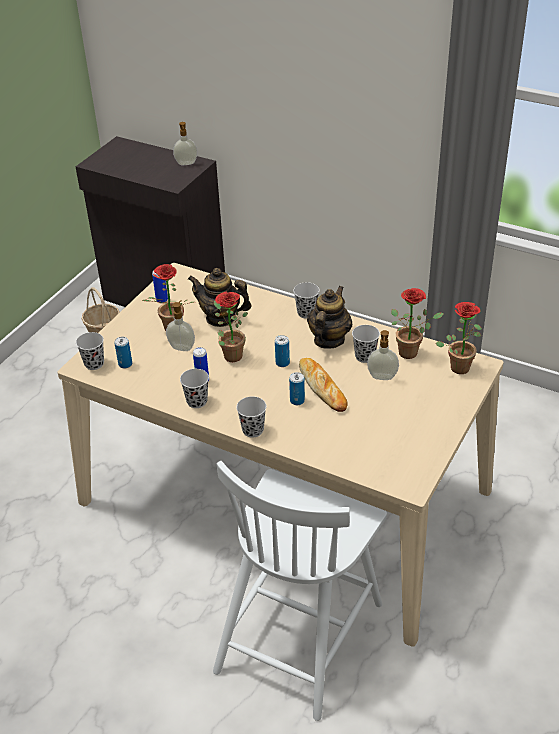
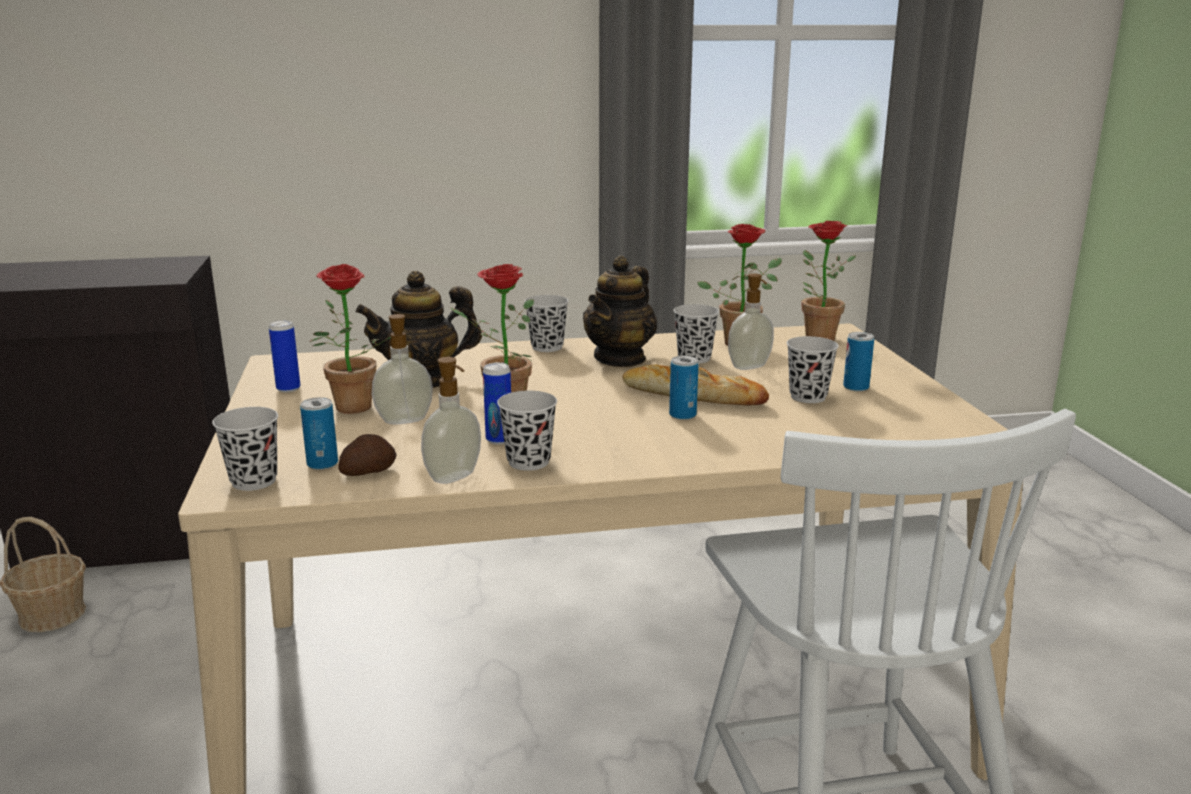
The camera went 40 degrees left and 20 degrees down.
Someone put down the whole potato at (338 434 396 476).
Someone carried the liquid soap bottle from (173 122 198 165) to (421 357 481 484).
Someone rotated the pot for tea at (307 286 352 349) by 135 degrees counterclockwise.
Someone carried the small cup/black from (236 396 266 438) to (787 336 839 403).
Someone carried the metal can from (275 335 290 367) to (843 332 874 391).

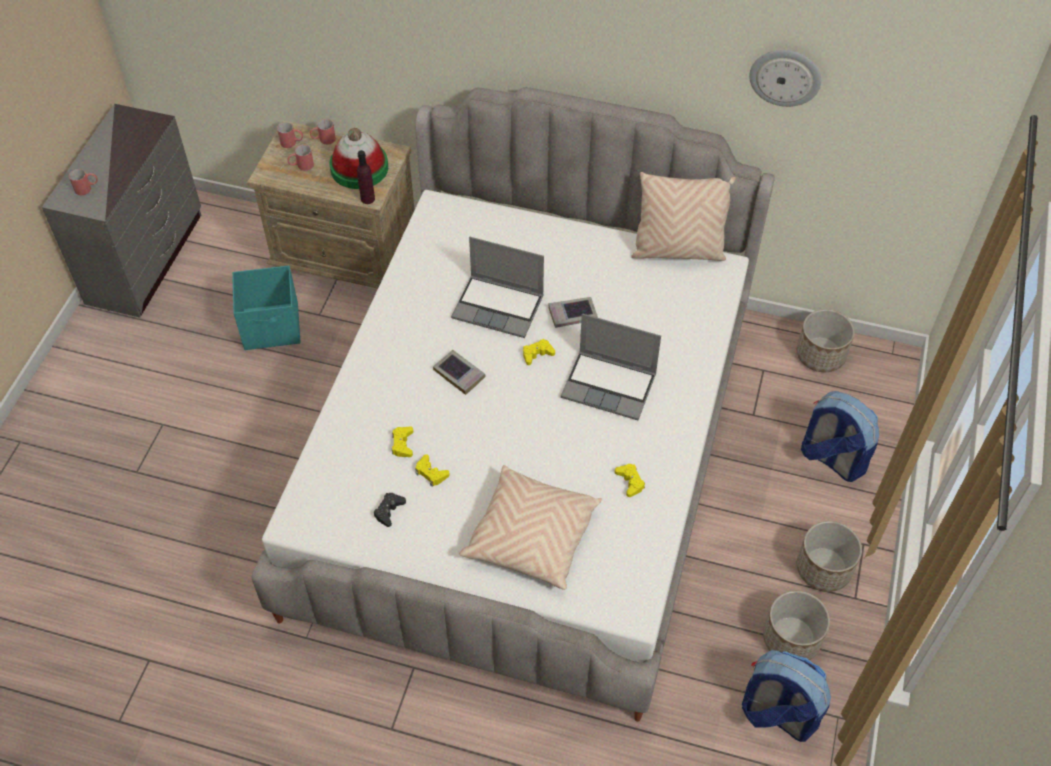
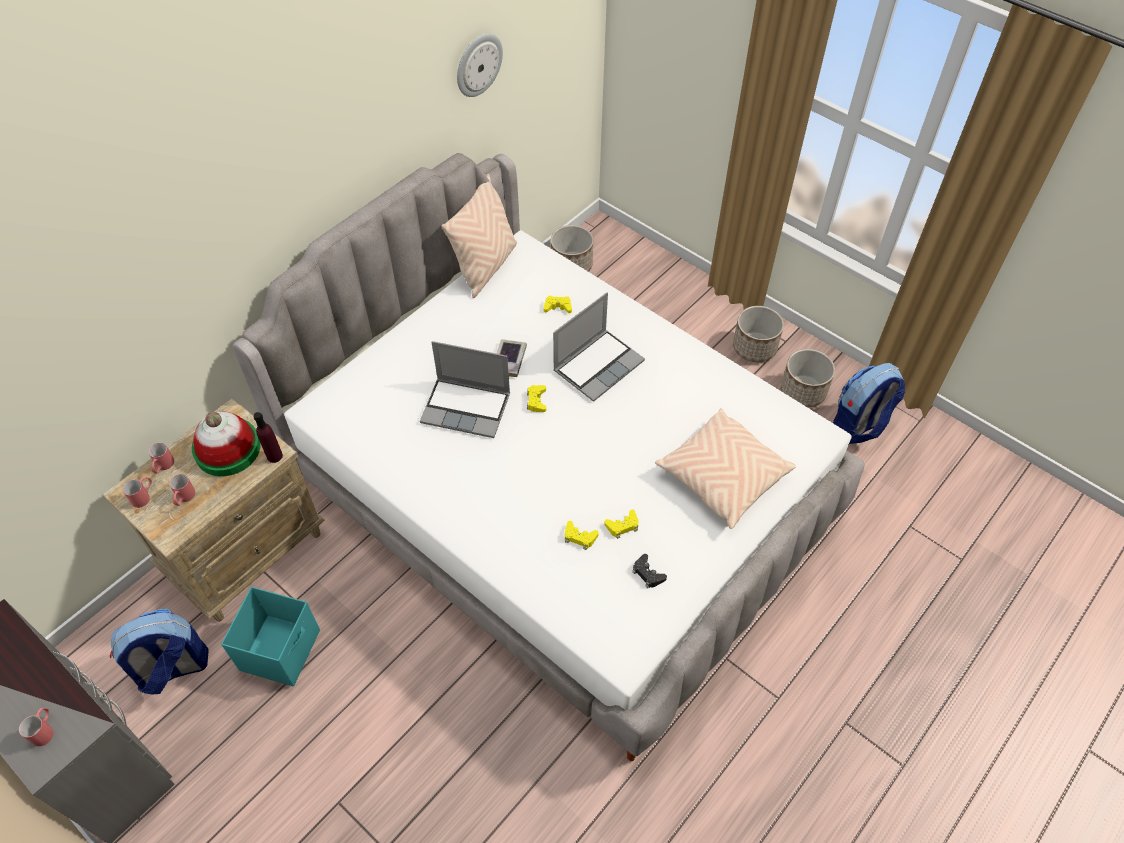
The camera went 65 degrees left and 0 degrees up.
Someone carried the rucksack from (801 391 879 482) to (110 609 209 694).
Someone rotated the portable computer at (451 237 544 338) by 60 degrees clockwise.
Someone carried the gamepad/yellow-coloured from (615 464 645 497) to (543 296 572 313).
Someone took away the book at (433 350 486 395).

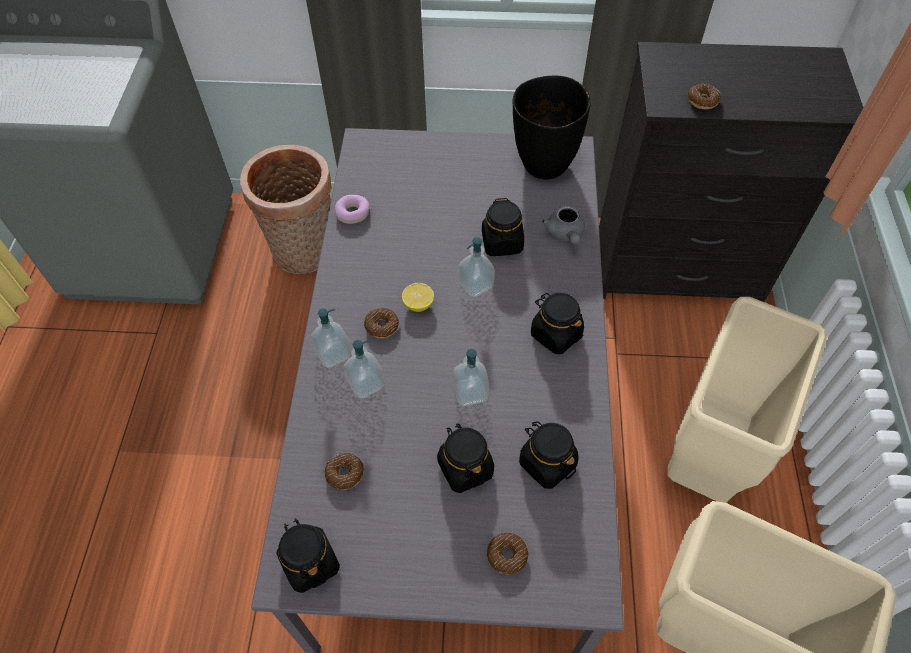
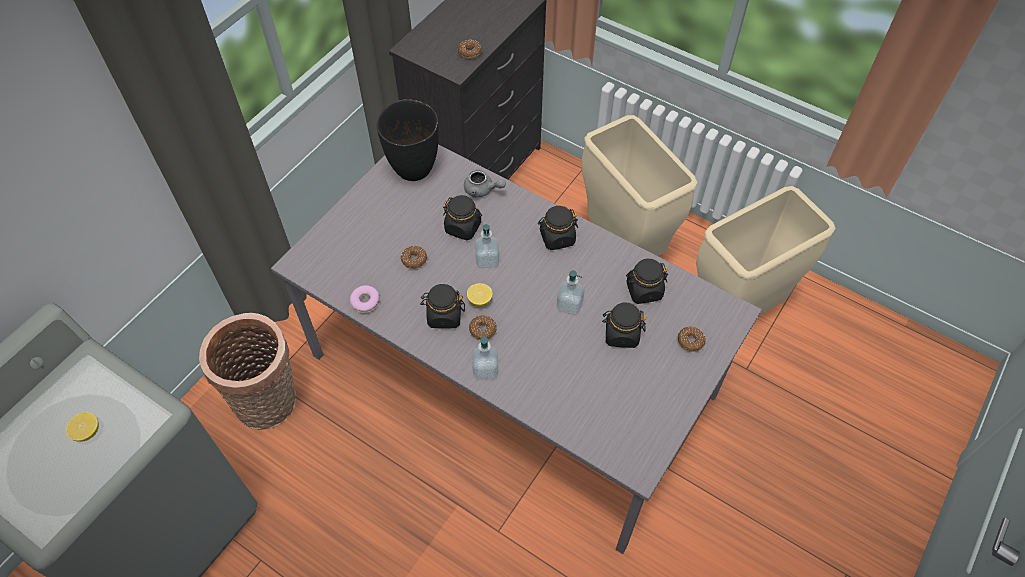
The camera went 60 degrees left and 0 degrees up.
Someone put down the lemon at (66 412 99 442).
Someone carried the doughnut from (324 453 364 490) to (401 246 427 269).
Someone carried the storage jar/black from (277 518 340 593) to (420 284 465 329).
Someone took away the liquid soap bottle at (344 340 384 398).

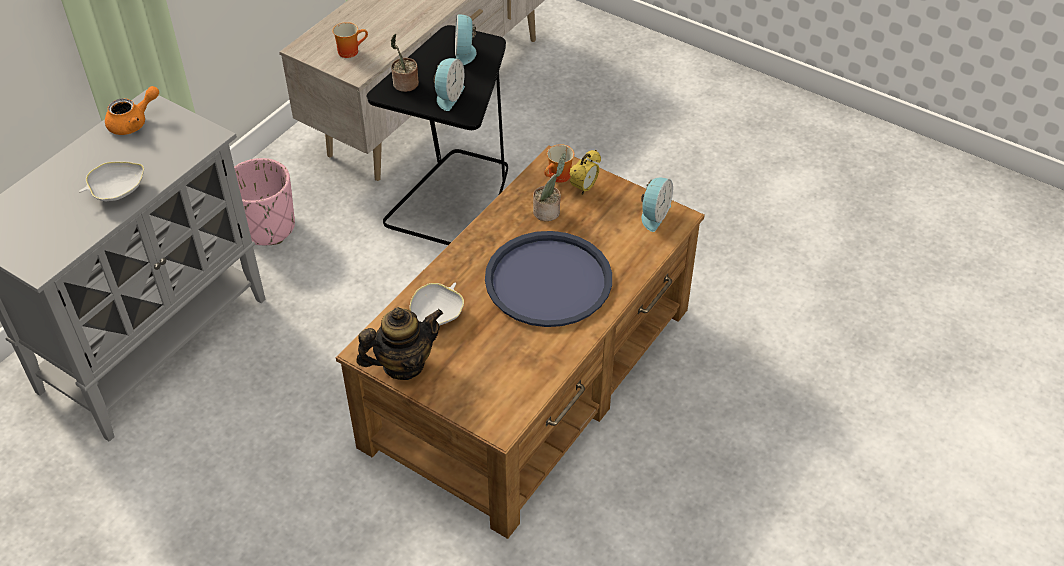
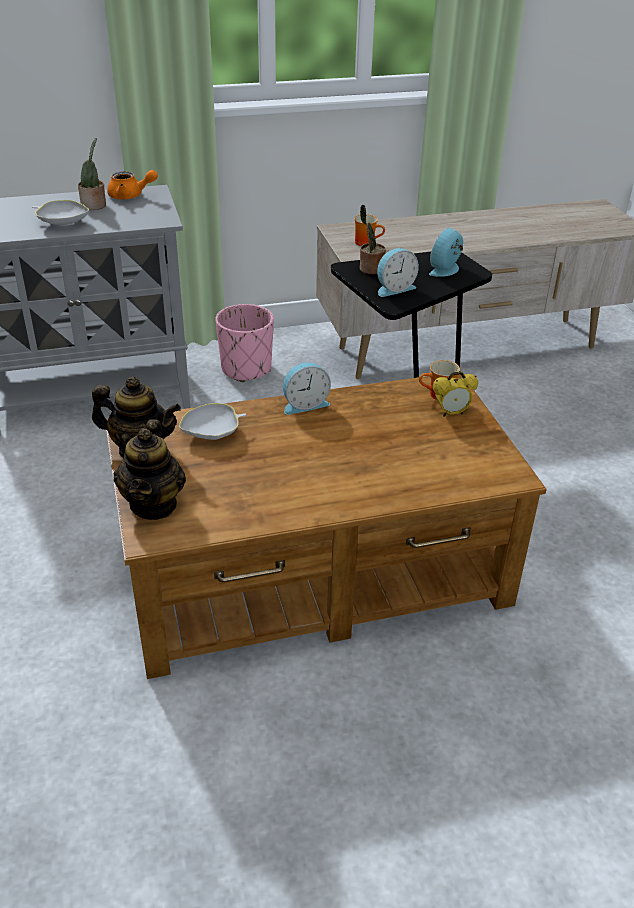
The camera went 40 degrees right and 10 degrees down.
Someone carried the plant in a pot from (533 153 566 221) to (78 138 106 210).
Someone put down the pot for tea at (114 419 186 520).
Someone carried the alarm clock from (641 178 673 232) to (283 362 331 415).
Someone took away the tray/blue at (485 231 612 327).

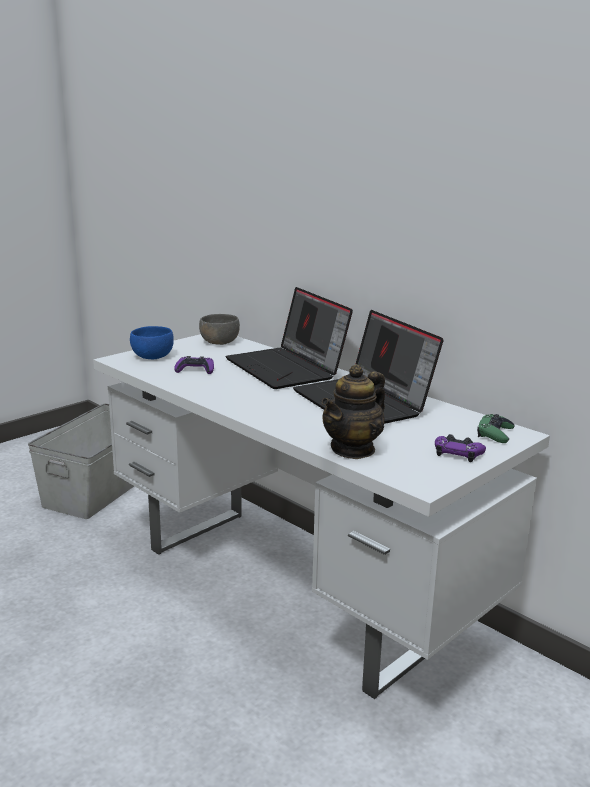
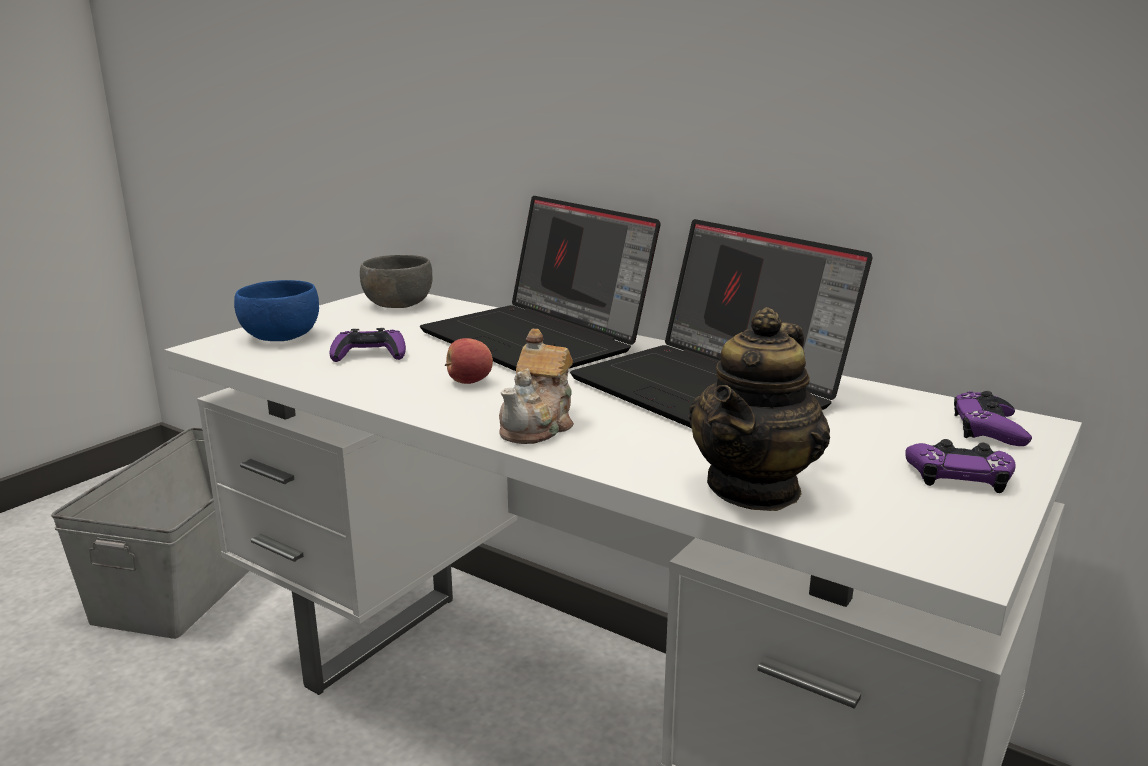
The camera went 10 degrees left and 0 degrees up.
Someone put down the whole apple at (445 338 493 384).
Someone put down the pot for tea at (499 329 574 444).
Someone repainted the gamepad/green-coloured at (477 414 514 443), which became the gamepad/purple-coloured at (954 391 1032 446).

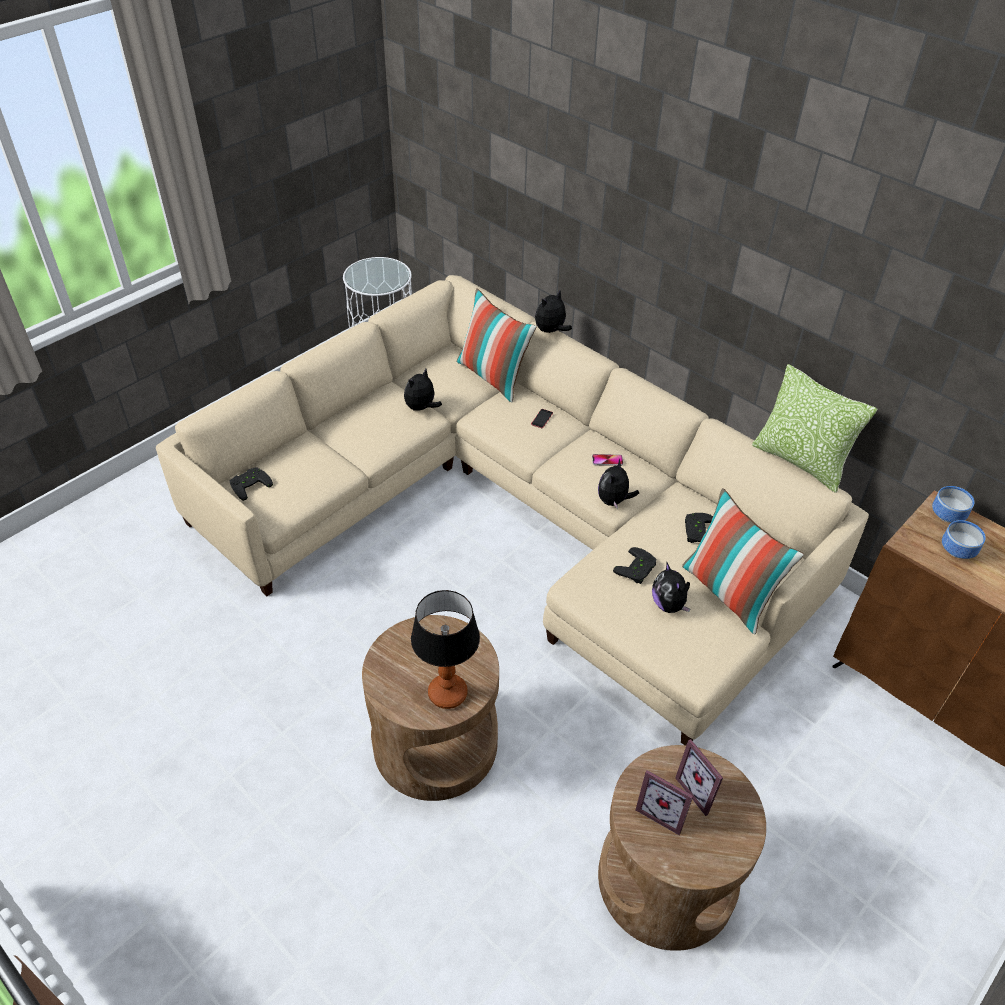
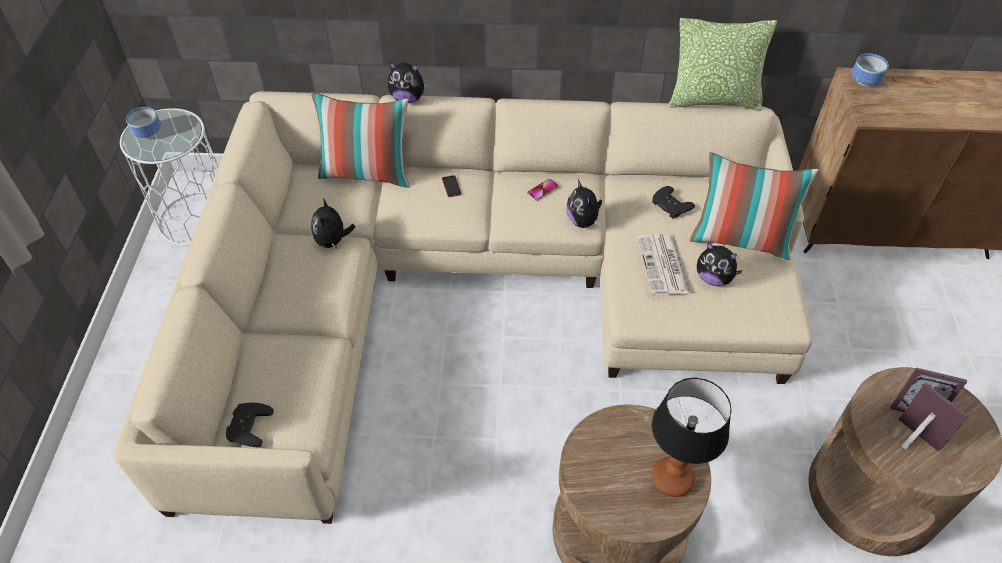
The camera went 40 degrees left and 5 degrees up.
Someone carried the serving bowl from (942 520 986 559) to (126 107 161 138).
Someone rotated the plush toy at (535 290 572 333) by 90 degrees counterclockwise.
Someone swapped the gamepad/black at (613 547 657 584) for the printed paper at (637 234 691 295).
Someone rotated the standing frame at (636 770 693 835) by 120 degrees counterclockwise.

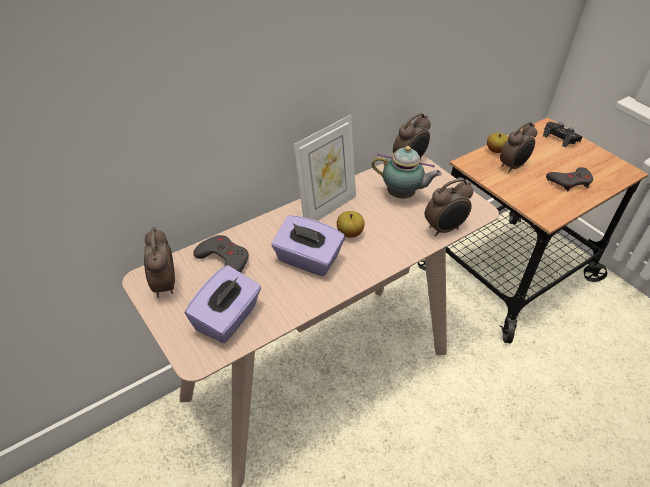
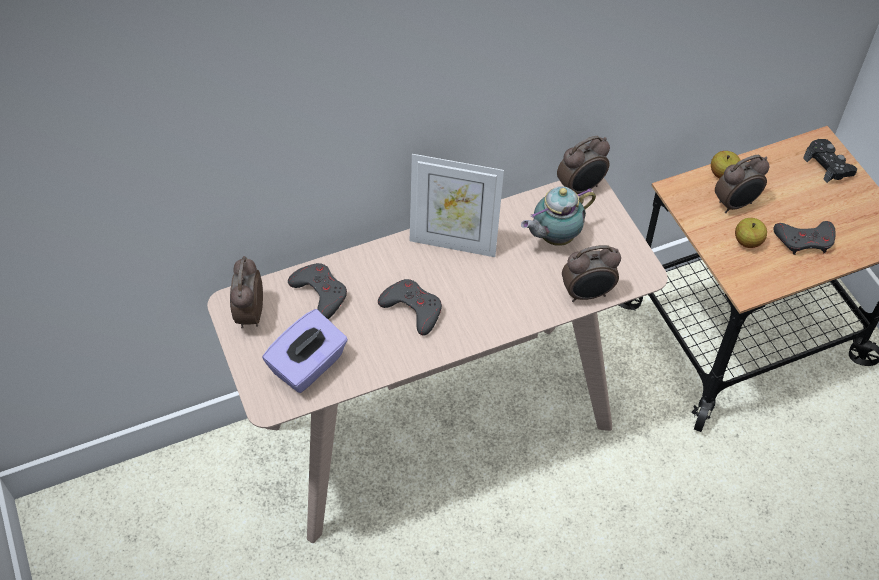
The camera went 15 degrees right and 10 degrees up.
Someone swapped the tissue box/purple-coloured at (271 215 345 276) for the gamepad/greyish at (378 279 442 336).
Someone rotated the standing frame at (294 115 356 221) by 45 degrees clockwise.
Someone rotated the pot for tea at (371 146 442 199) by 120 degrees clockwise.
Someone carried the whole apple from (337 211 365 238) to (735 218 767 248).

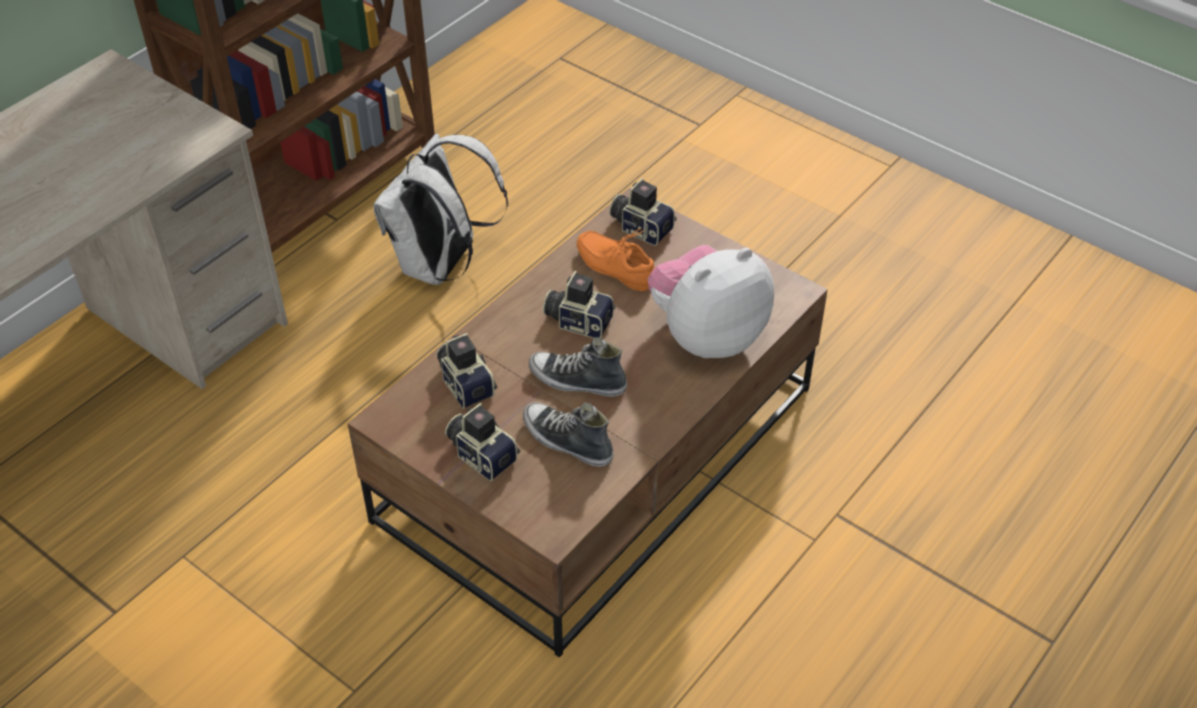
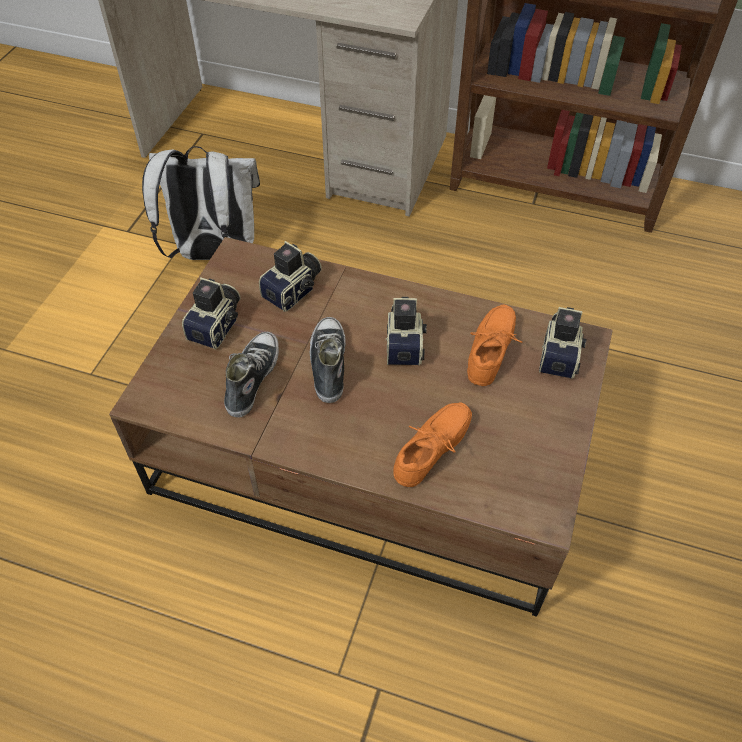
The camera went 70 degrees right and 5 degrees up.
Someone carried the rucksack/white from (373 133 508 285) to (142 146 260 260).
Someone swapped the plush toy at (647 245 774 358) for the low shoe/orange at (393 402 472 487).

